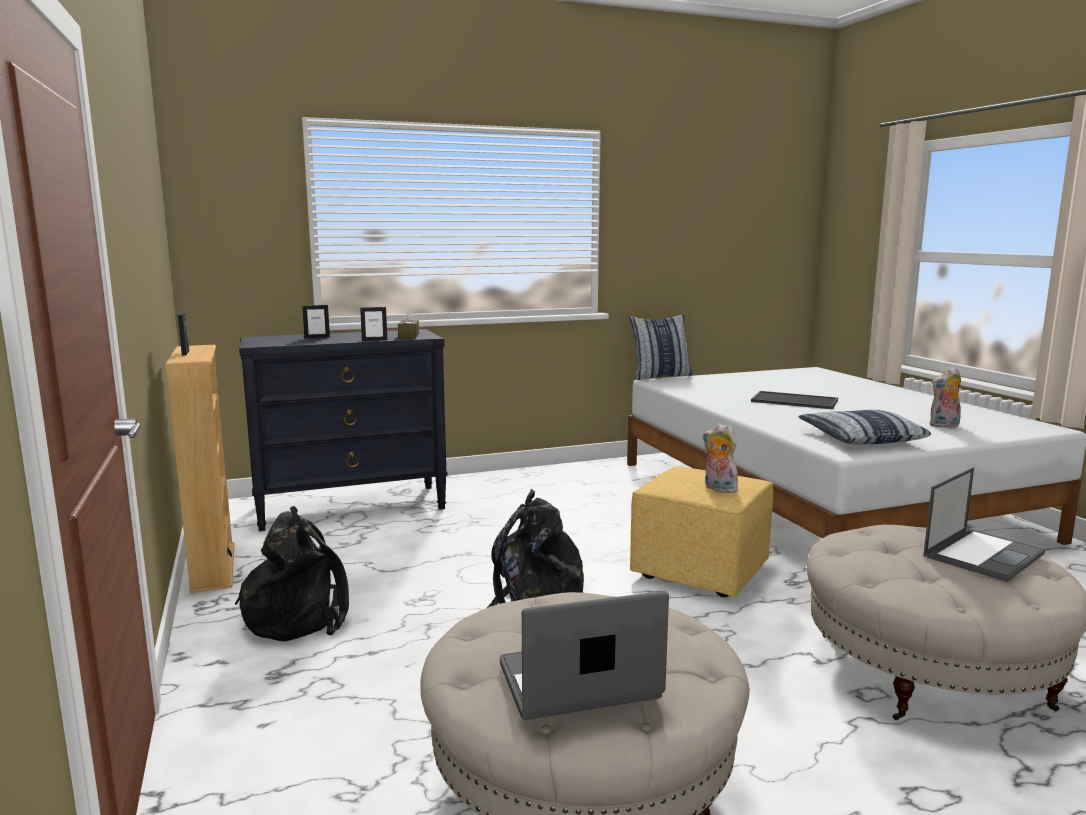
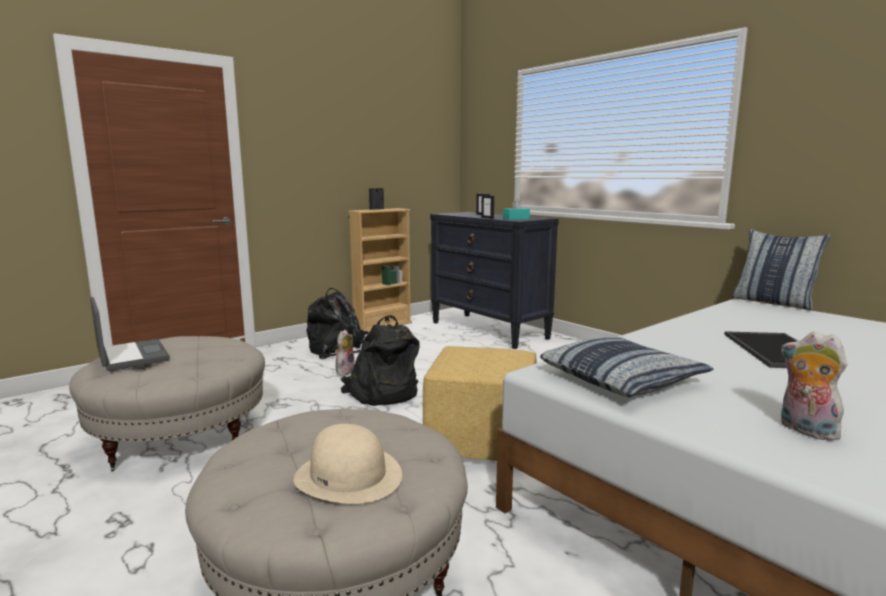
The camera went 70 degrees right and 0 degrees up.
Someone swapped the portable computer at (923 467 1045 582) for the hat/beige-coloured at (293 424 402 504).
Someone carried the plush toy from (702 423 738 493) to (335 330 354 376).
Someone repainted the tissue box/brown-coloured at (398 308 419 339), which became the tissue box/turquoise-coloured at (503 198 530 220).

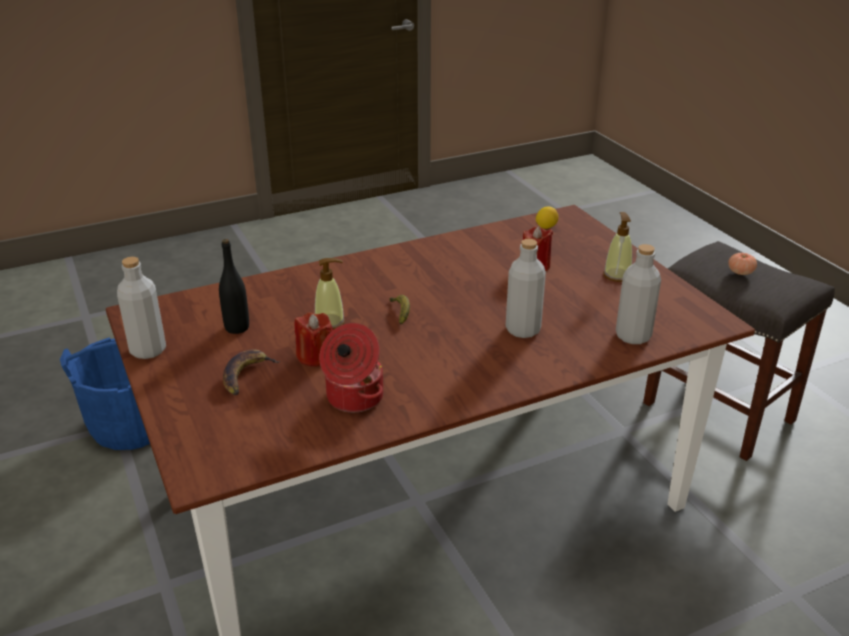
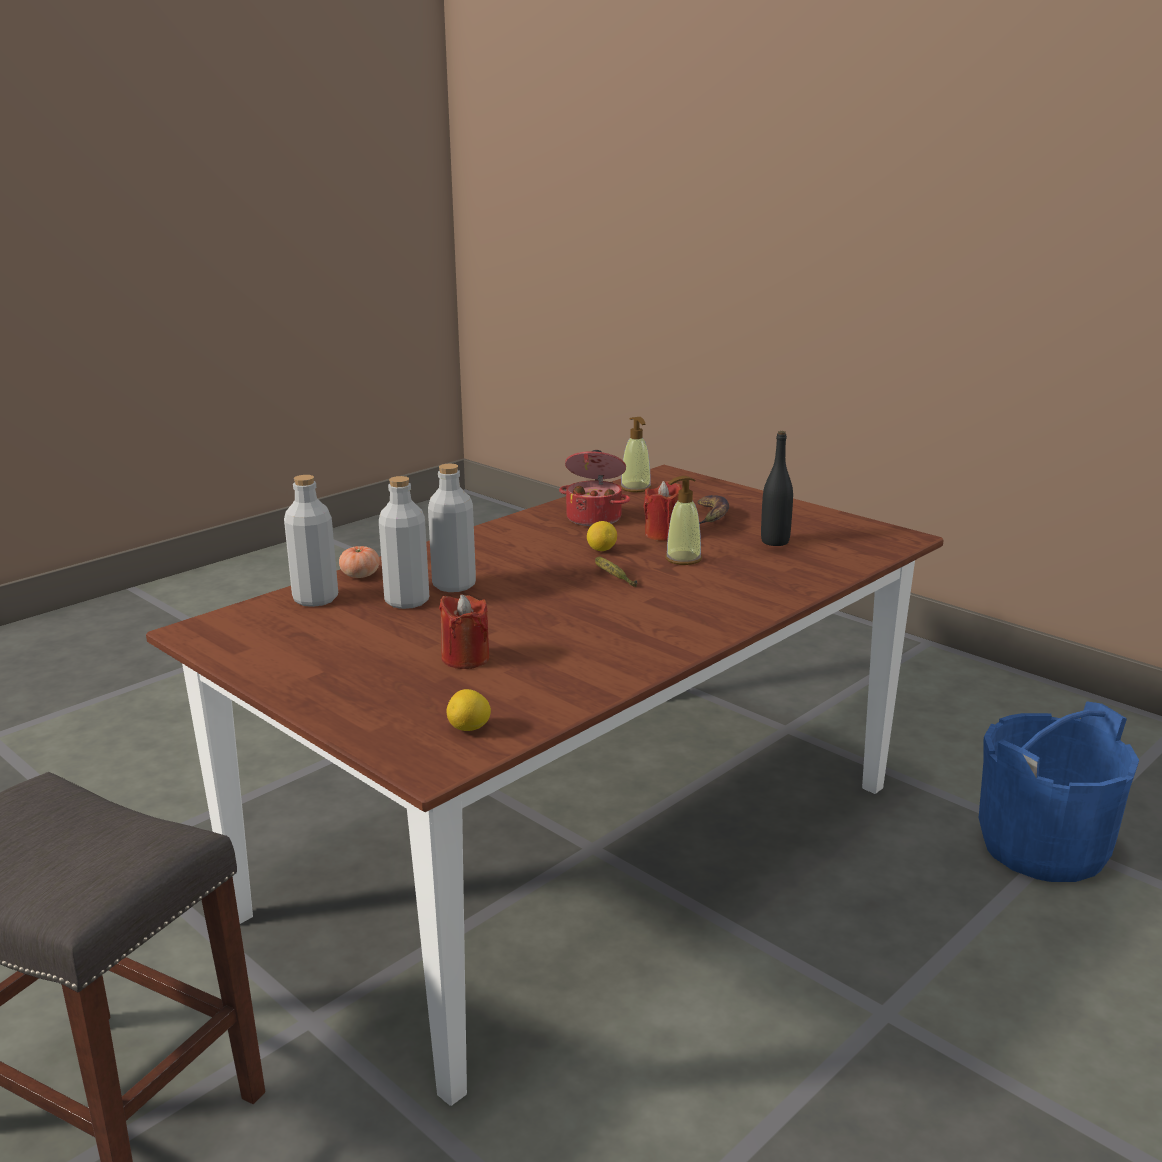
The camera went 160 degrees right and 10 degrees down.
Someone carried the fresh tomato from (728 253 757 275) to (339 546 380 578).
Someone carried the drink bottle/greyish from (117 257 166 359) to (379 476 429 609).
Someone put down the lemon at (587 521 617 551).
Someone carried the liquid soap bottle from (603 212 632 282) to (620 417 651 493).

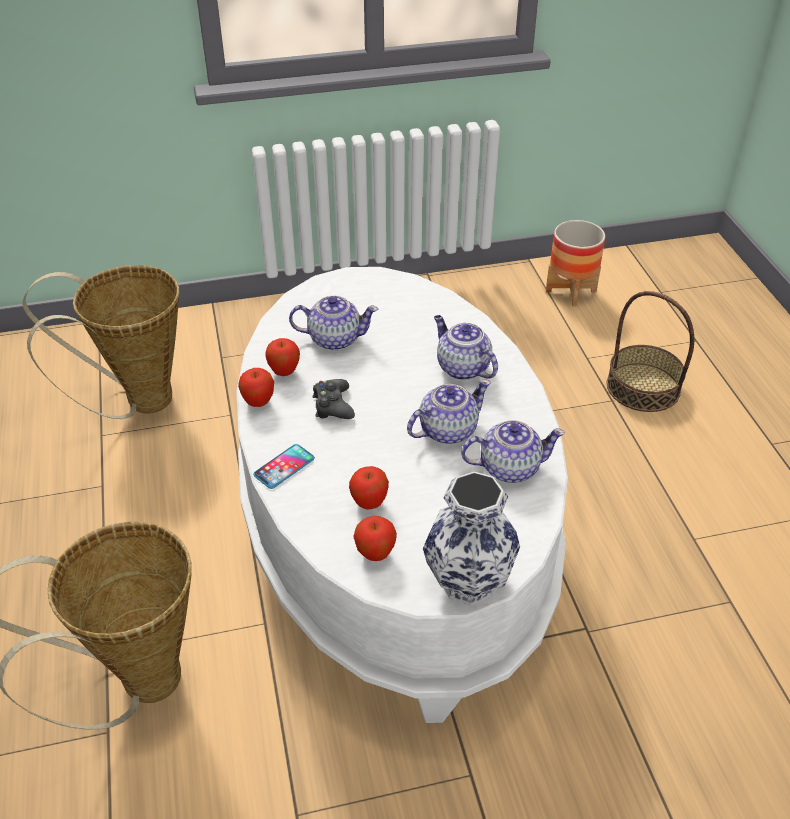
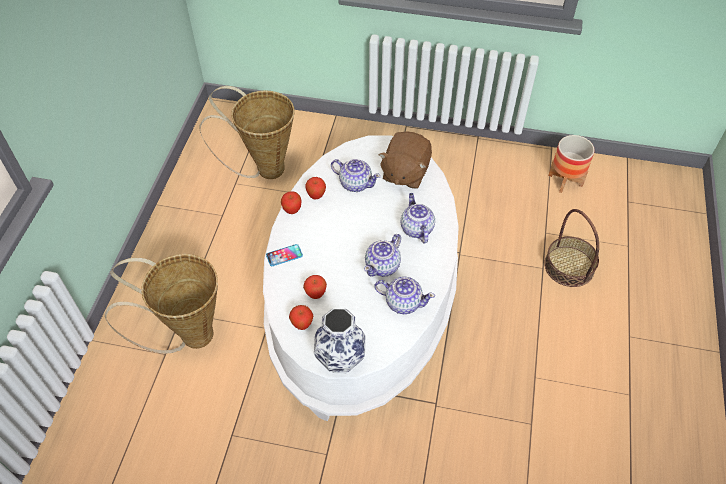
The camera went 25 degrees right and 10 degrees up.
Someone rotated the pot for tea at (407 379 491 444) by 135 degrees clockwise.
Someone put down the plush toy/brown-coloured at (379 131 432 189).
Someone took away the gamepad/black at (313 379 355 419).

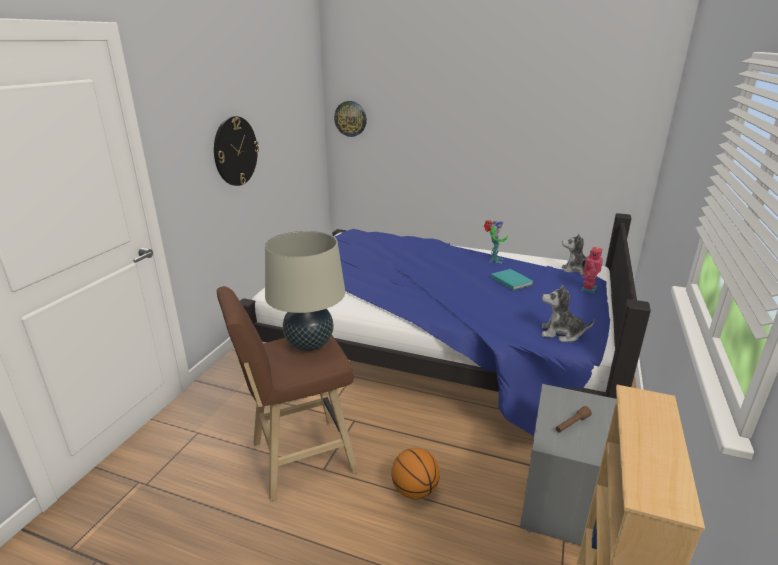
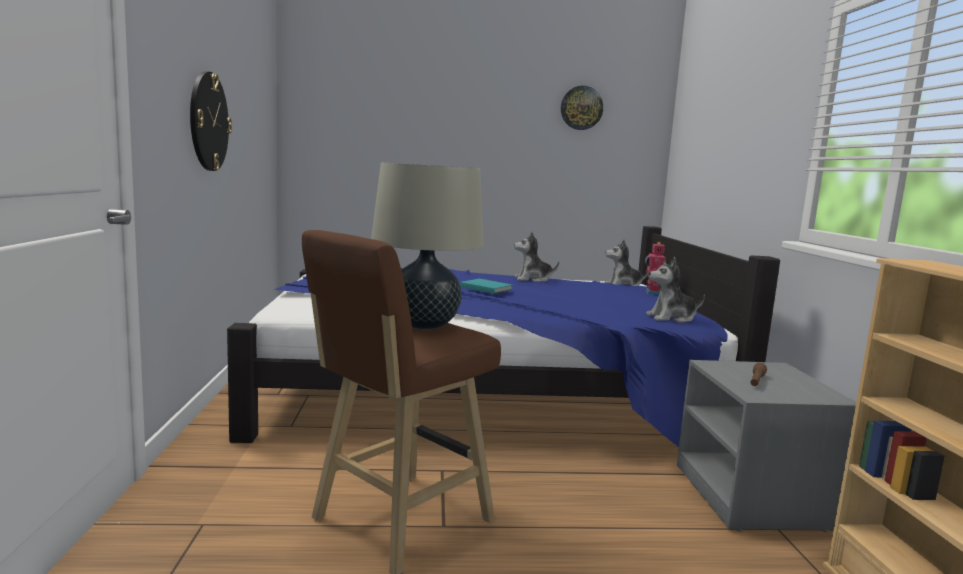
The camera went 25 degrees left and 15 degrees down.
Someone carried the book/turquoise-coloured from (491 269 533 291) to (460 279 512 294).
Someone swapped the robot figure at (484 220 508 263) for the plush toy at (514 232 559 282).
Someone carried the hanging clock from (334 101 367 137) to (561 86 603 130).
Someone took away the ball for basketball at (391 448 440 499).

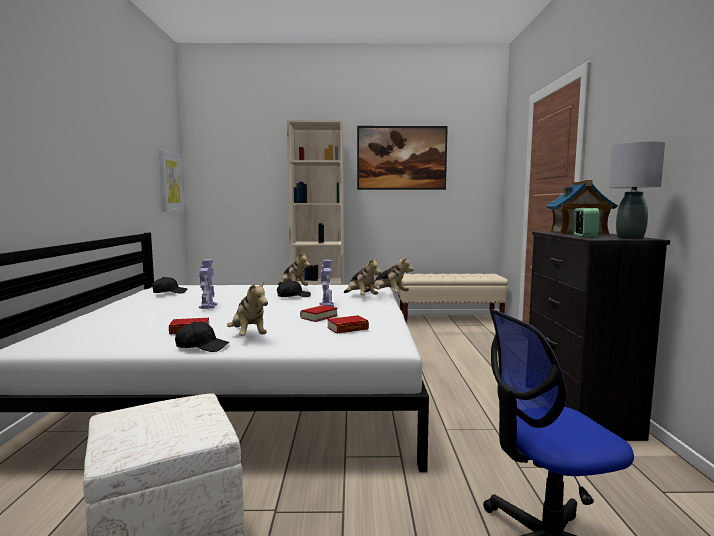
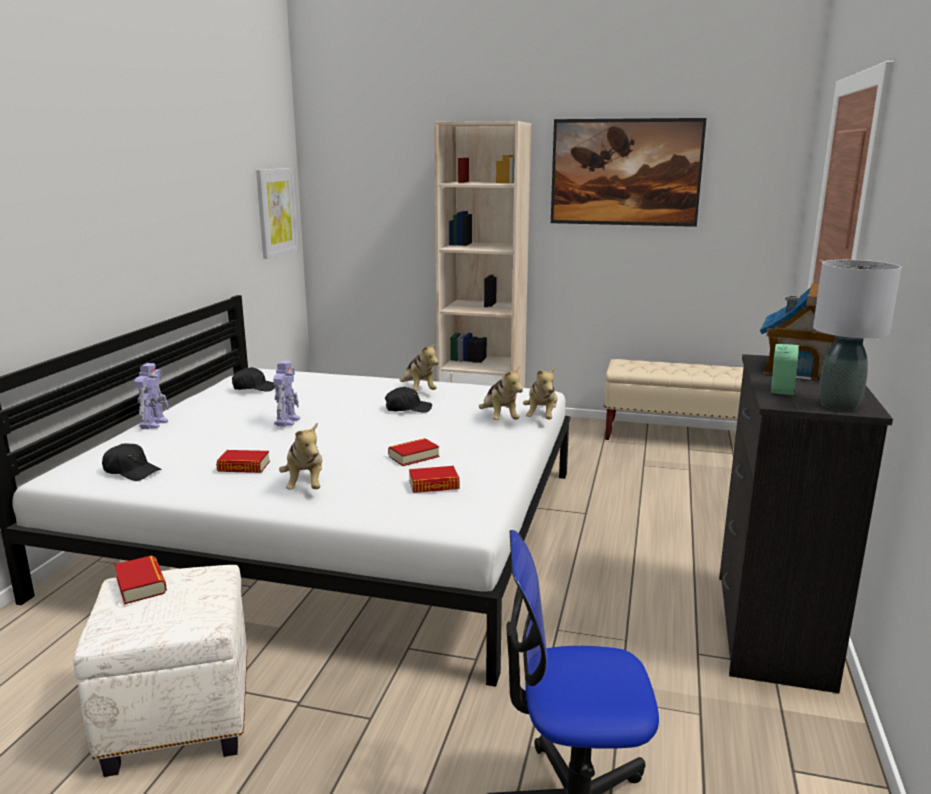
The camera went 15 degrees right and 10 degrees up.
Someone carried the cap/black from (175 322 229 352) to (102 443 161 481).
Someone put down the book at (114 555 167 604).
Someone carried the robot figure from (319 260 334 307) to (134 363 169 429).
Someone rotated the plush toy at (365 255 413 293) by 45 degrees clockwise.

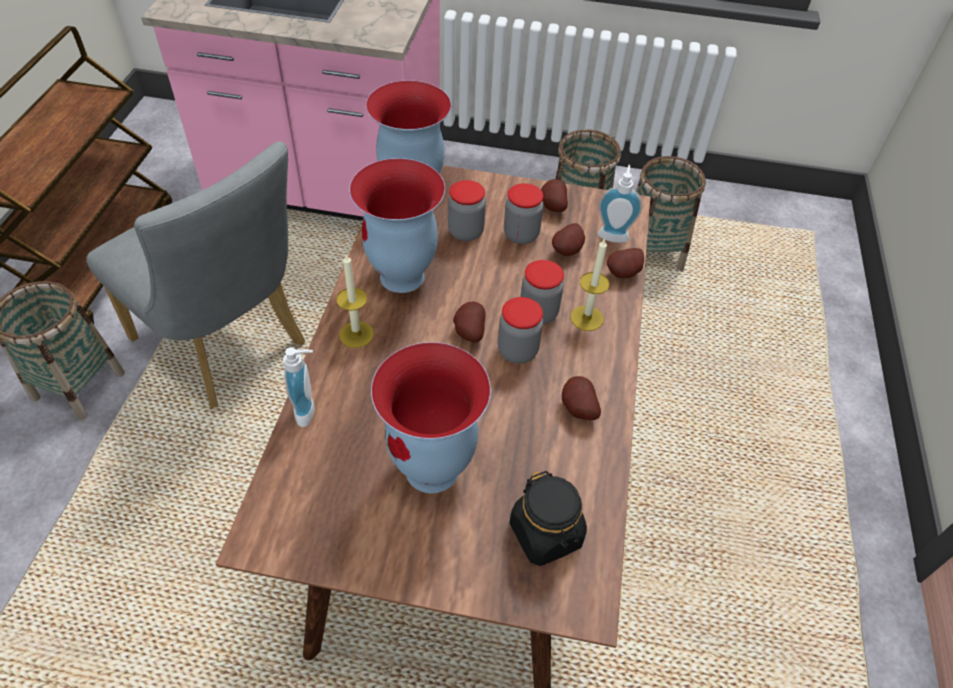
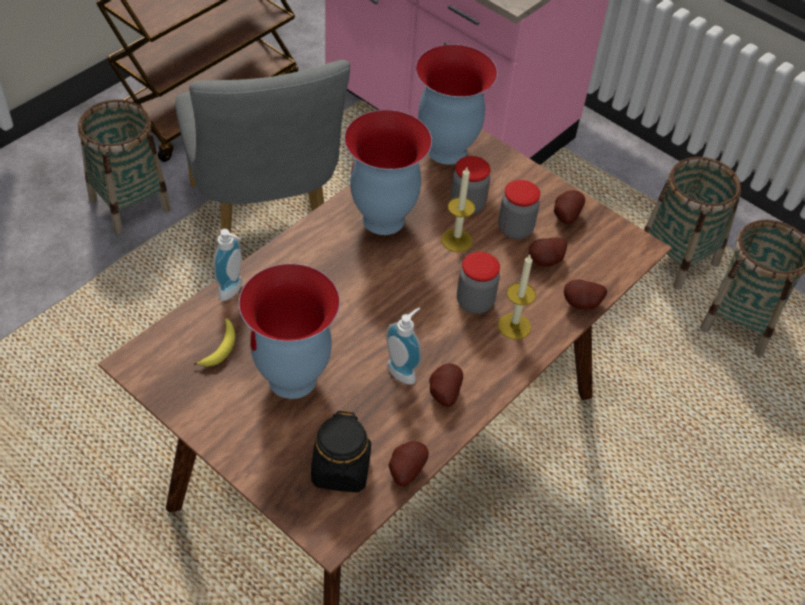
The camera went 30 degrees right and 0 degrees up.
Someone put down the banana at (194 318 235 366).
Someone carried the liquid soap bottle from (598 165 642 243) to (386 308 422 385).
Someone carried the whole potato from (453 301 486 343) to (388 441 429 487).
Someone carried the wax light from (336 254 374 348) to (441 167 475 252).
Someone took away the storage jar at (498 297 543 364).

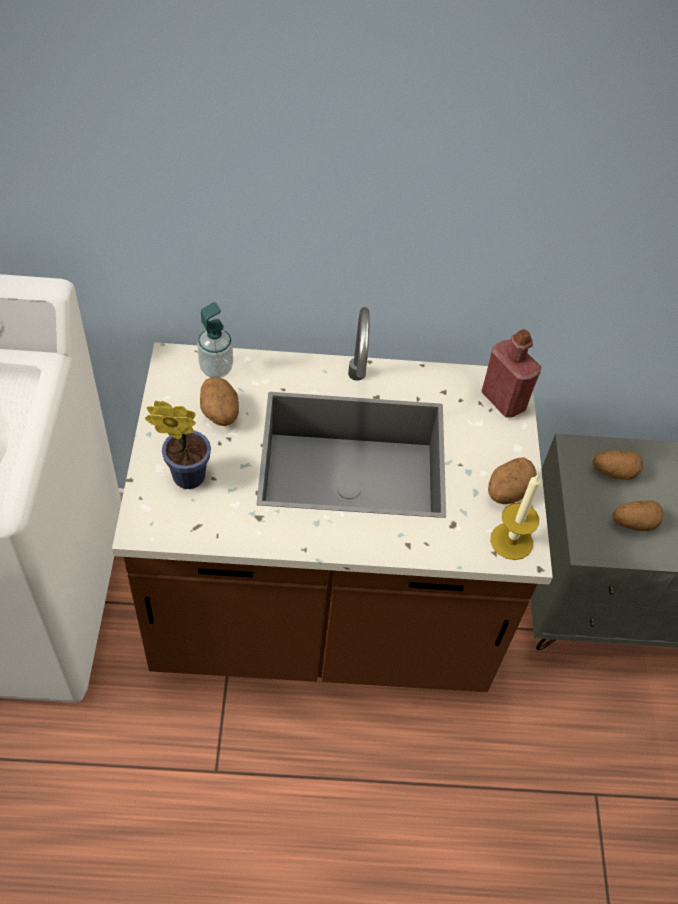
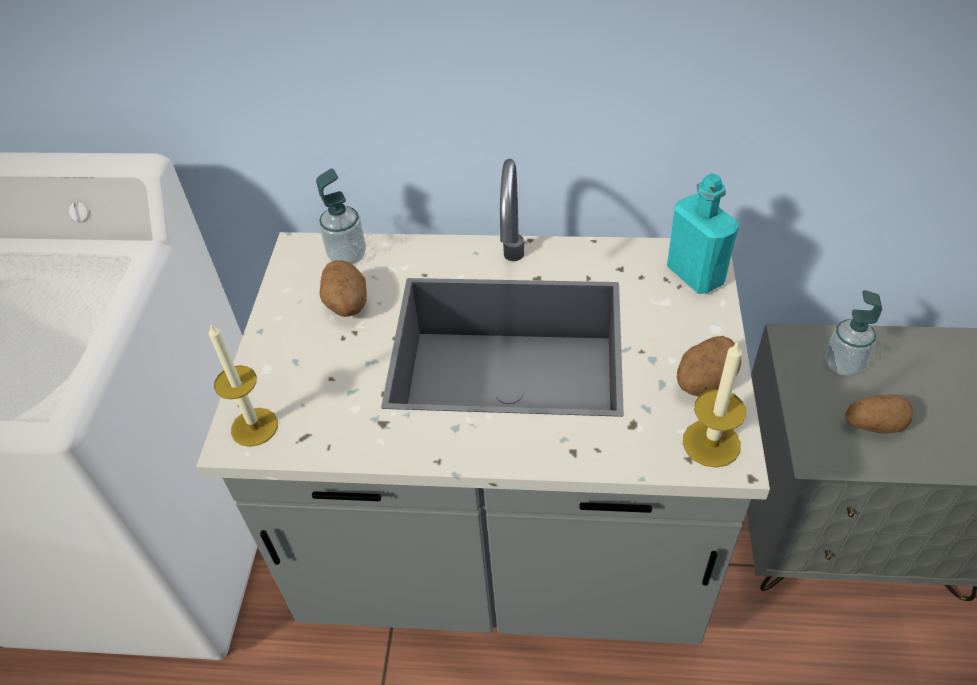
The camera went 10 degrees right and 5 degrees down.
Someone repainted the kitchen base unit/brown-coloured at (112 307 553 692), which became the kitchen base unit/greyish at (196 159 770 644).
Someone put down the wax light at (209 323 278 447).
Someone repainted the drink bottle/red at (481 329 541 418), which became the drink bottle/turquoise-coloured at (667 173 739 294).
Someone swapped the whole potato at (592 450 643 480) for the liquid soap bottle at (825 290 882 376).
Someone took away the plant in a pot at (145 401 211 489).

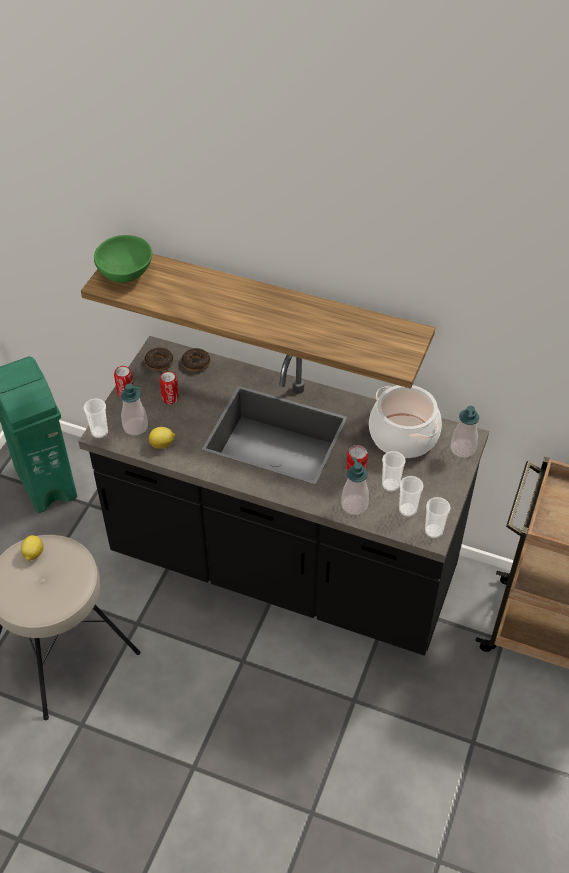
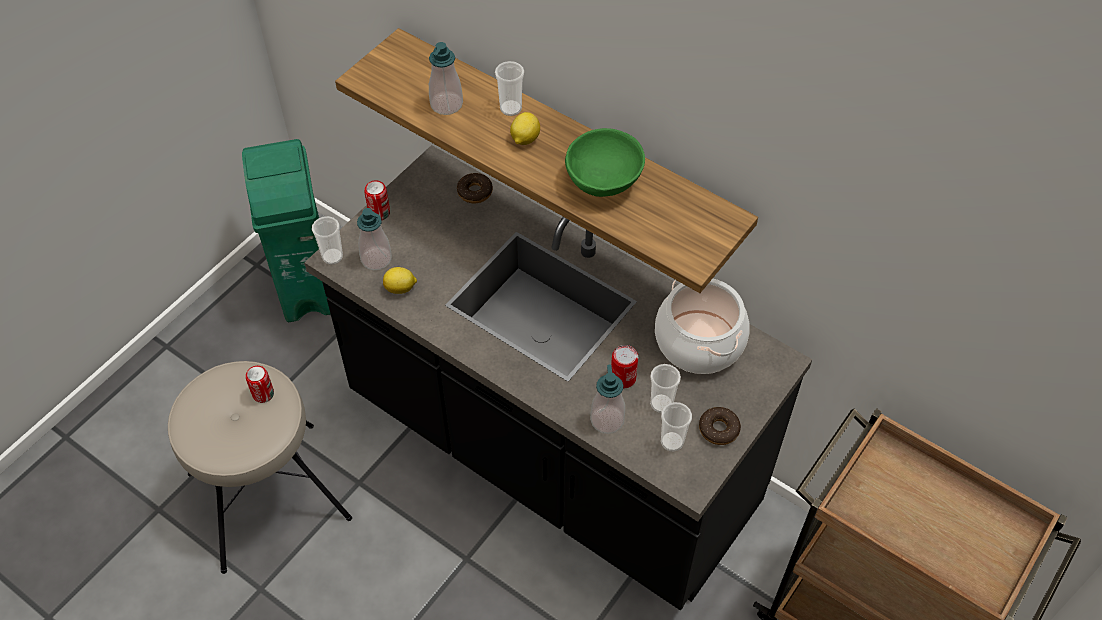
The camera went 15 degrees right and 5 degrees up.
Someone carried the metal can from (159 371 179 404) to (246 366 274 403).
Someone carried the liquid soap bottle from (450 406 479 458) to (429 42 463 115).
Someone carried the small cup from (425 497 451 538) to (495 61 524 116).
Someone carried the lemon from (21 535 43 561) to (510 112 540 145).
Someone carried the serving bowl/green-coloured from (94 235 152 283) to (565 128 645 197).
Someone carried the doughnut from (145 347 173 371) to (699 407 741 445).

